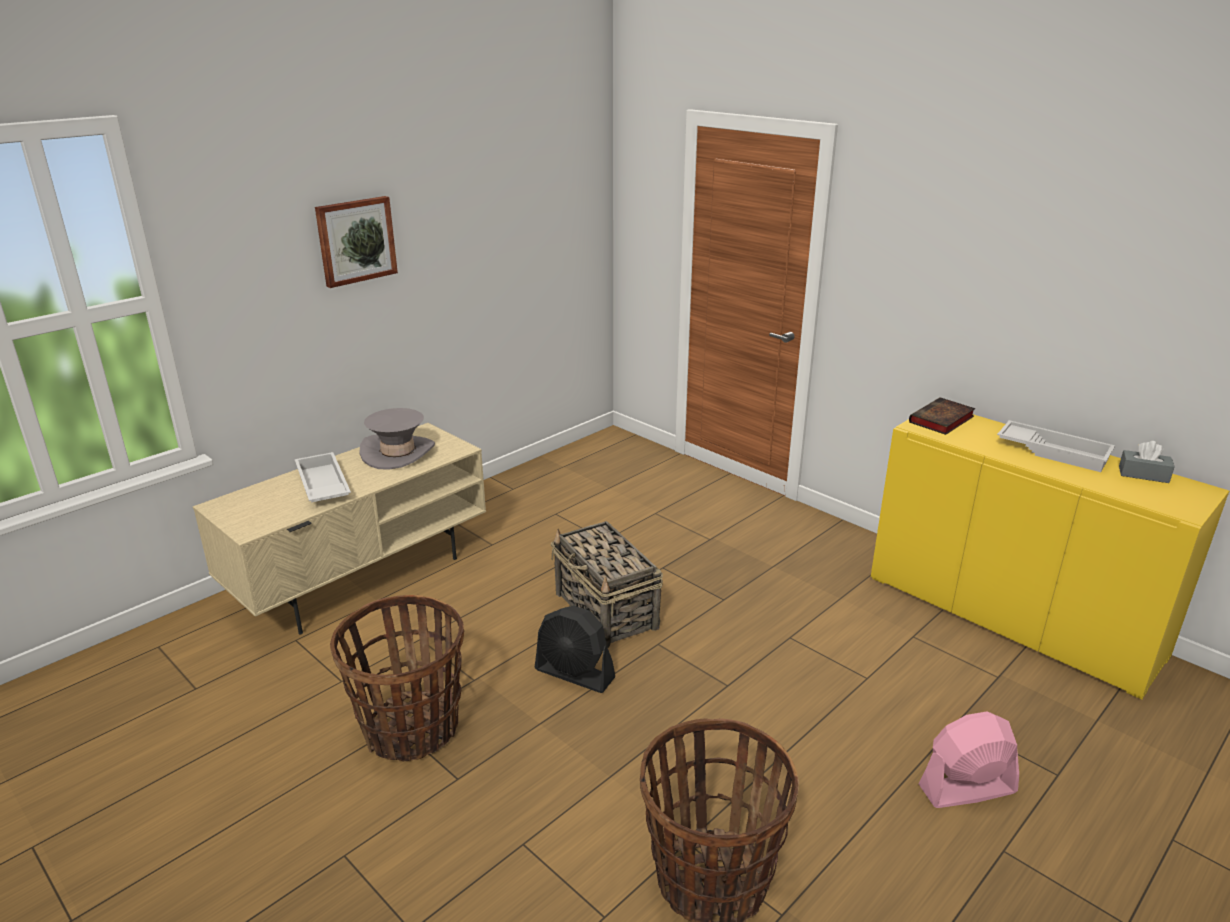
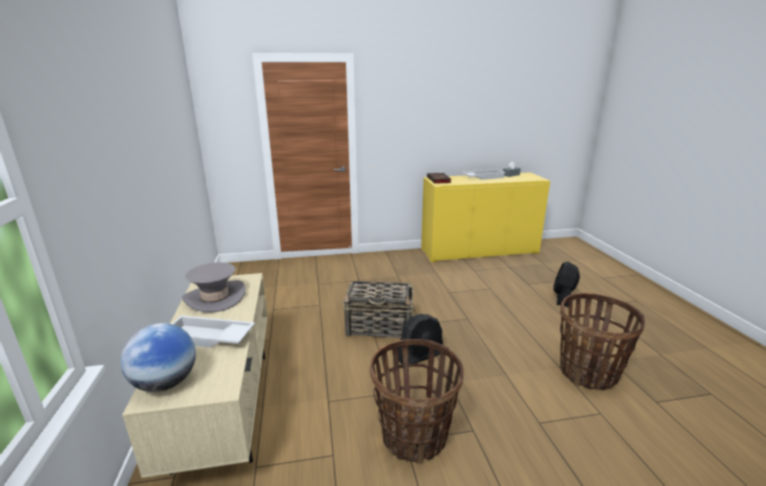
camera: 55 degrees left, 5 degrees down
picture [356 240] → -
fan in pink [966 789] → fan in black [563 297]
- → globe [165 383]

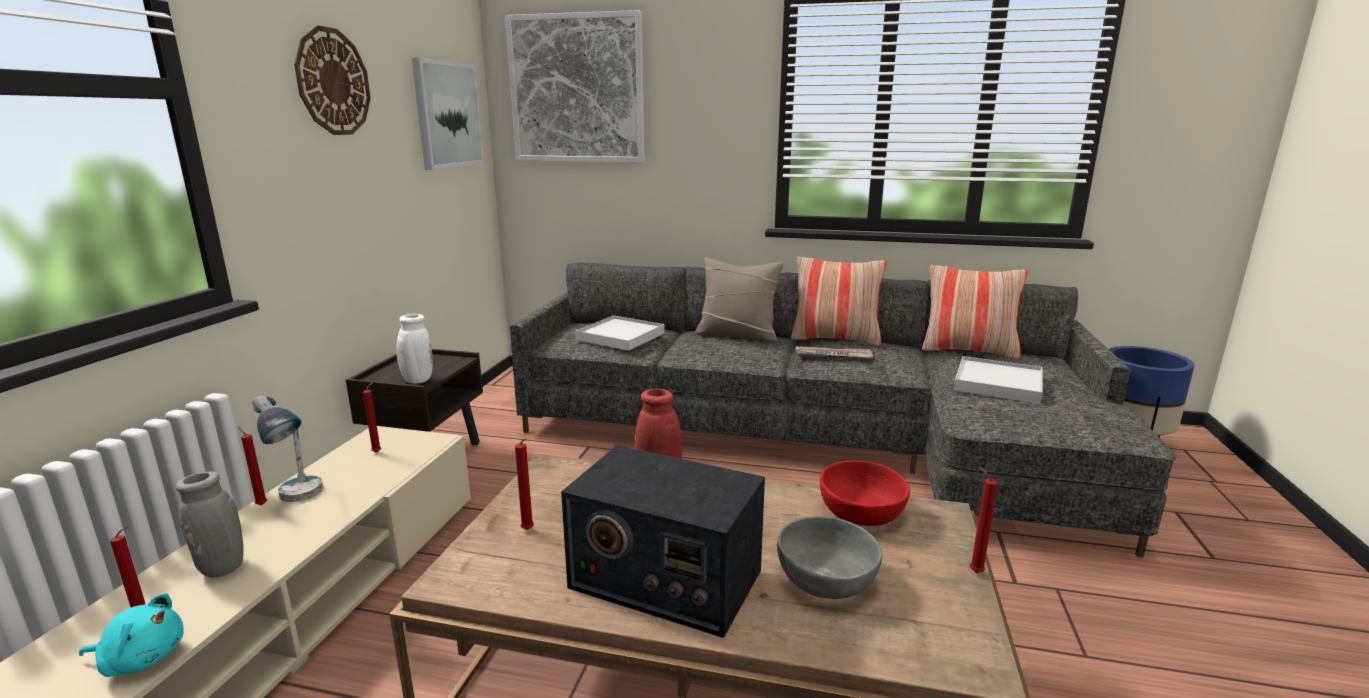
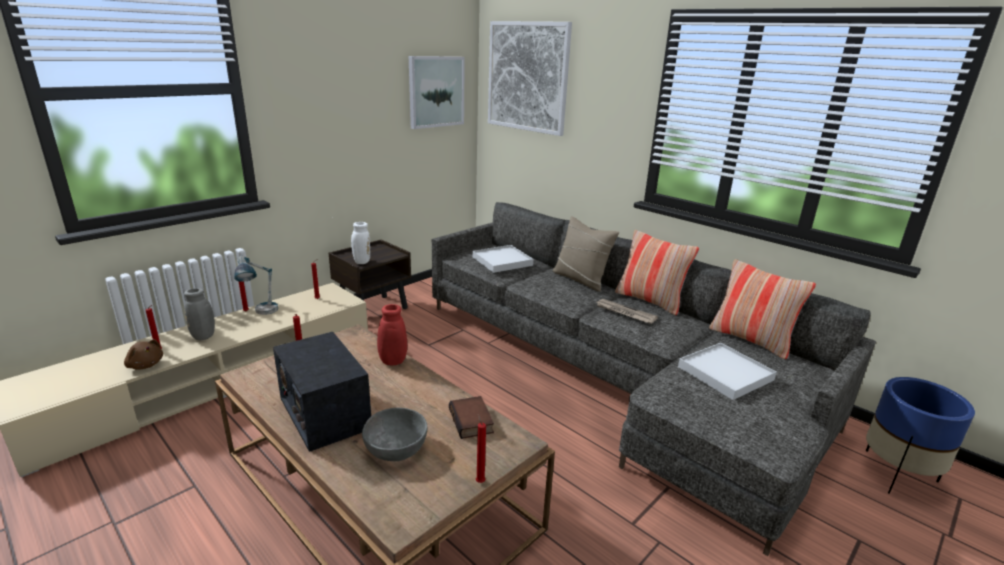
camera: 30 degrees right, 5 degrees up
hanging clock [333 82] → -
deep dish in red-coloured [861 512] → book [472 421]
cuddly toy in blue-green [141 658] → cuddly toy in brown [145 365]

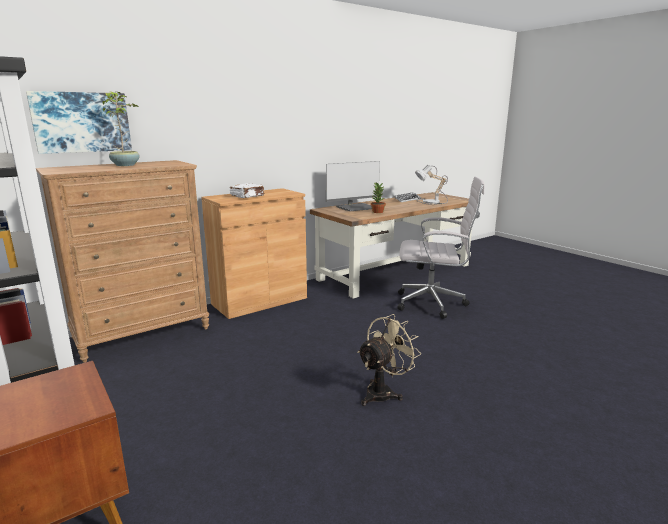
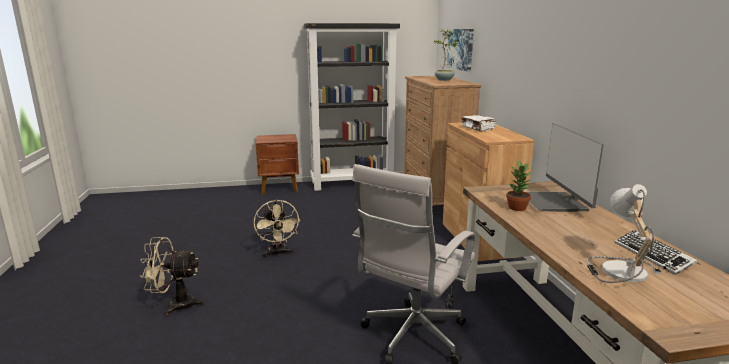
camera: 115 degrees right, 0 degrees up
- → fan in beige [175 305]

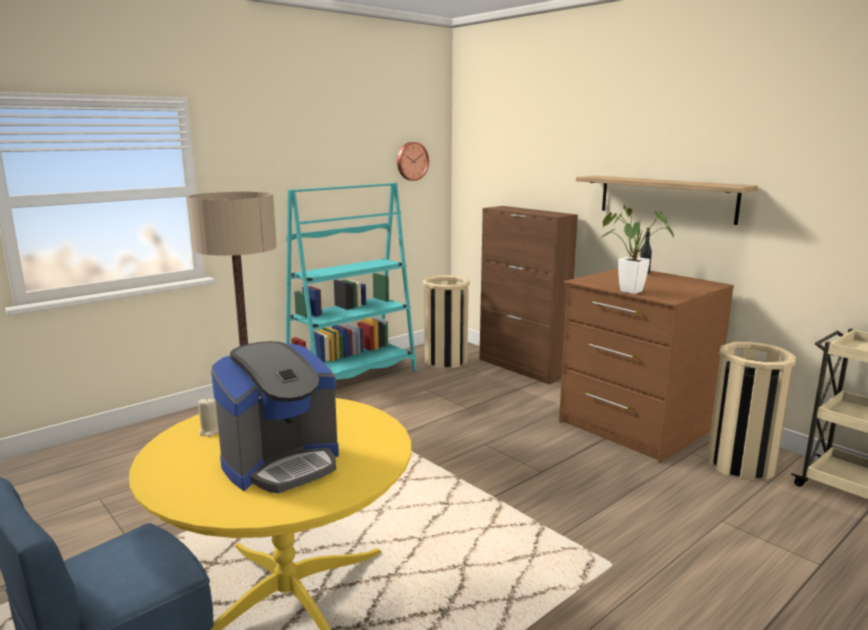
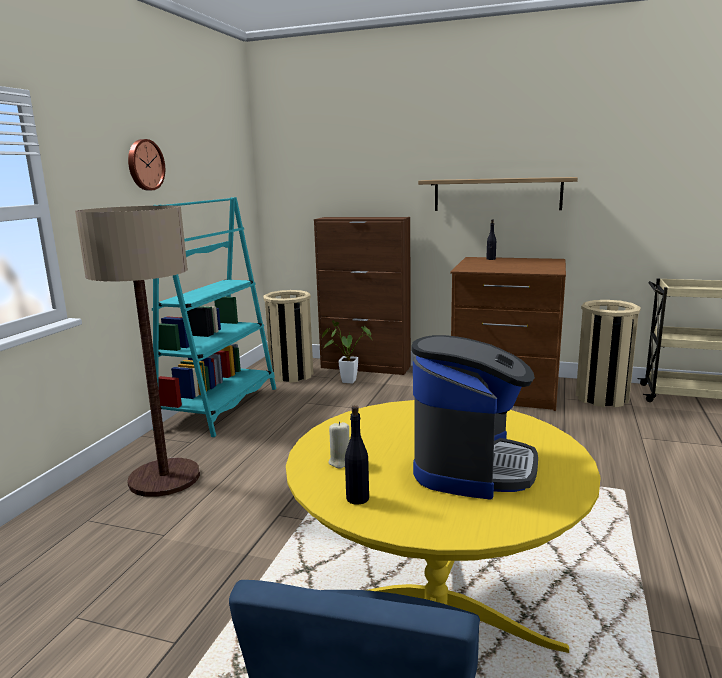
camera: 30 degrees left, 0 degrees up
hanging clock [411 161] → hanging clock [144 165], move
plant in a pot [626 290] → plant in a pot [345 381], move
- → drink bottle in black [358 498]

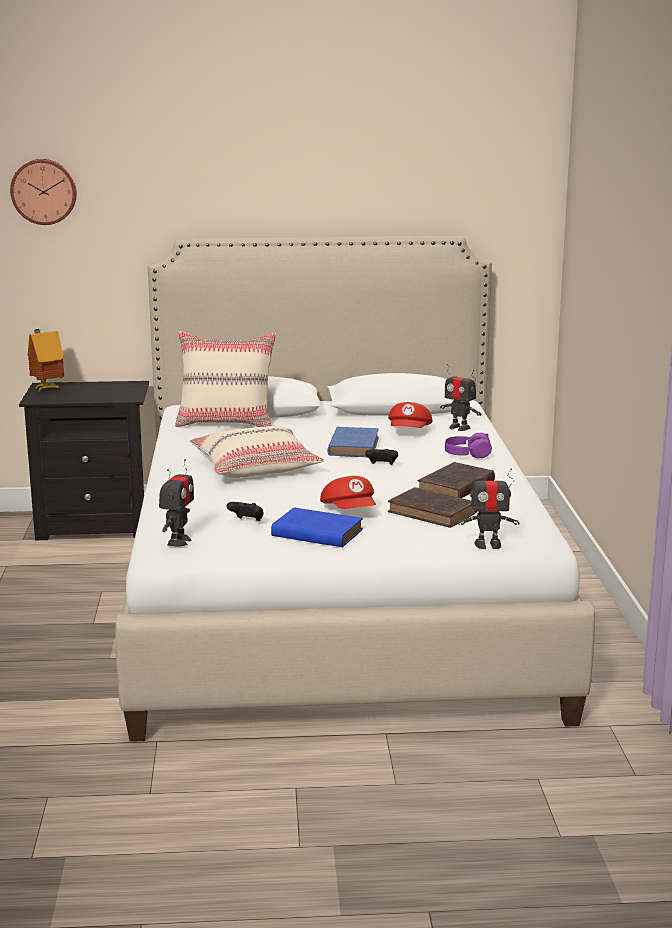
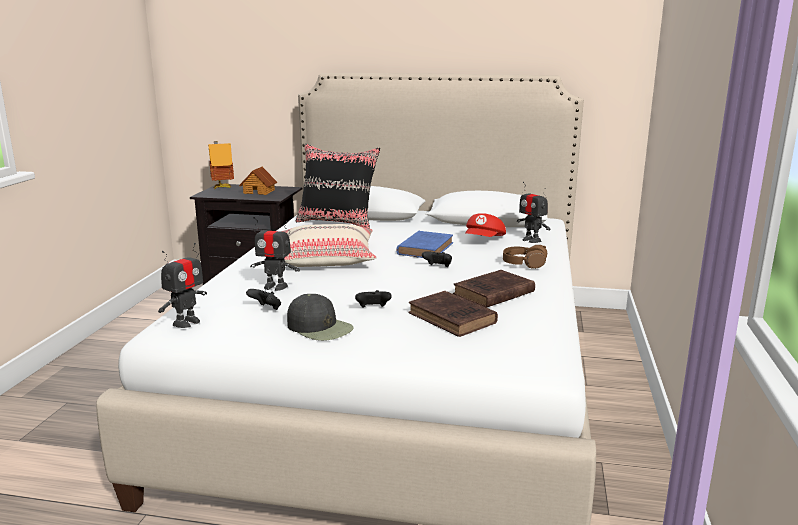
camera: 15 degrees right, 0 degrees up
hanging clock [44 191] → -
pillow in beige [226 423] → pillow in black [337 222]
pair of headphones in purple-coloured [467 454] → pair of headphones in brown [524 264]
robot figure [488 545] → robot figure [275 287], move
baseball cap in red-coloured [350 511] → game controller in black [373 309]
book in blue [315 533] → baseball cap in black [320 327]
- → model house [259 191]

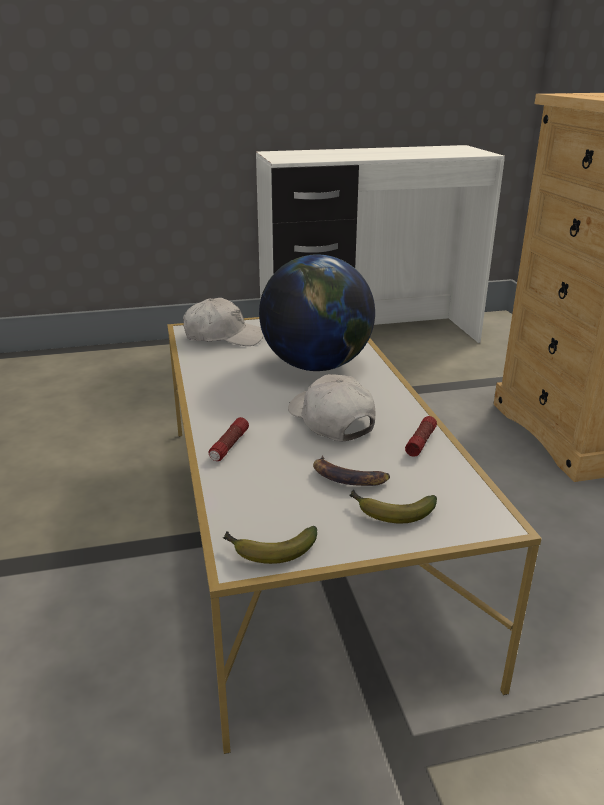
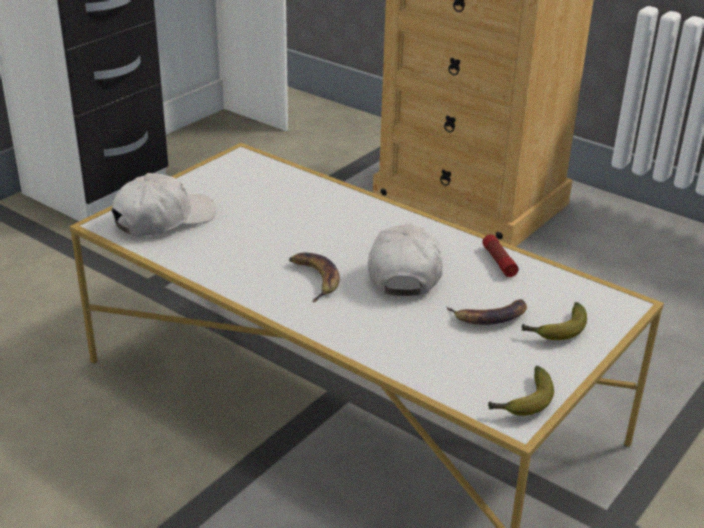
camera: 40 degrees left, 5 degrees up
globe [316 365] → -
baseball cap in whitish [331 420] → baseball cap in whitish [404 271], 75 degrees clockwise
hand torch [229 446] → -
- → whole banana [314 279]

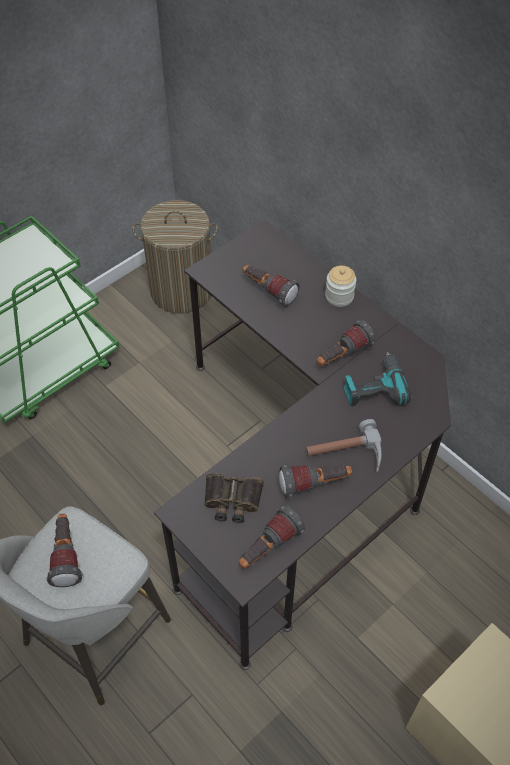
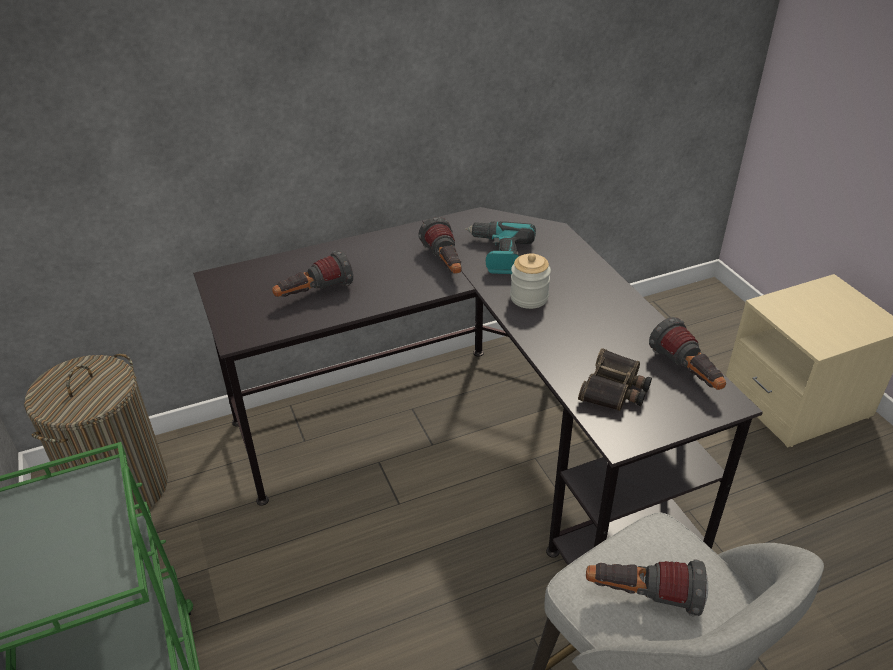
camera: 70 degrees left, 15 degrees down
storage jar [339 296] → storage jar [529 298], move
hand hammer [345 456] → -
hand torch [314 485] → -

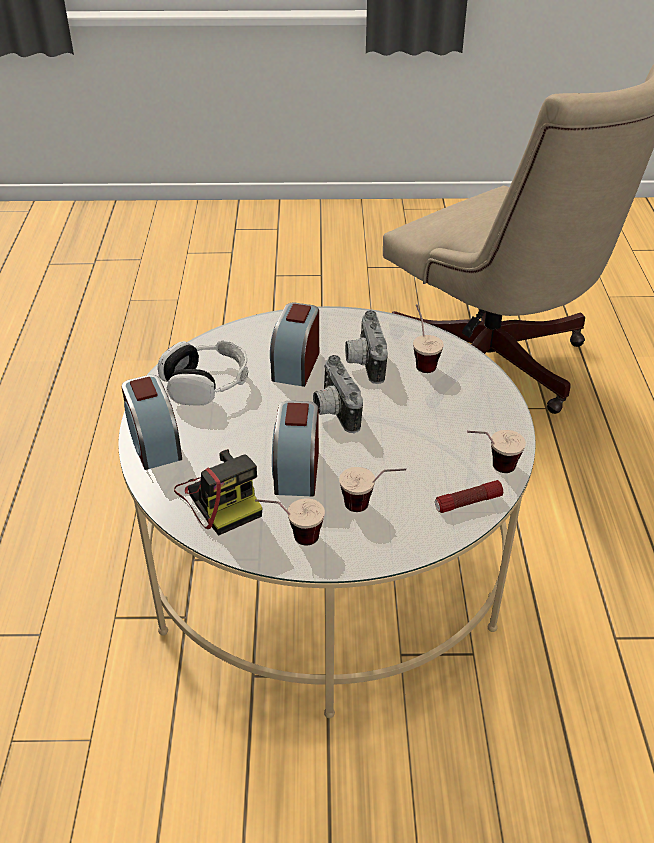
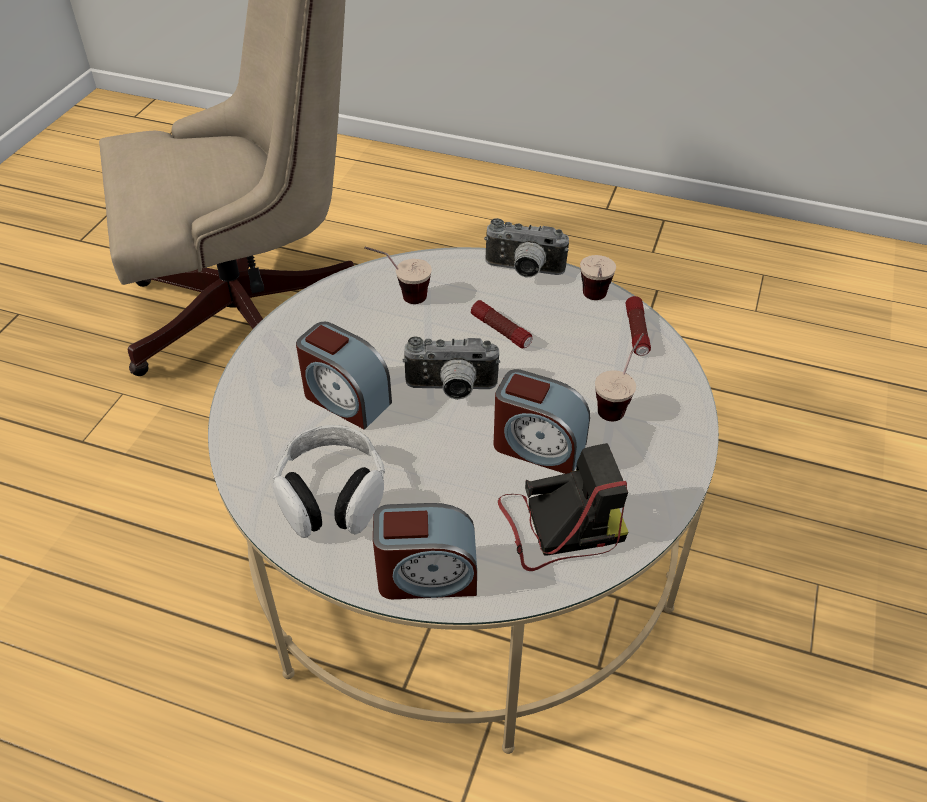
camera: 70 degrees left, 5 degrees up
photo camera [363 363] → photo camera [523 271], move
drinking cup [291 539] → -
- → hand torch [501 331]

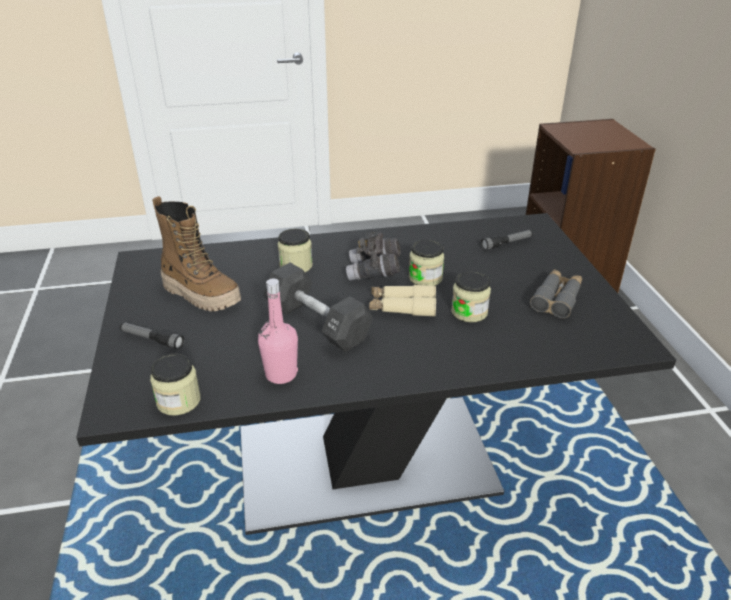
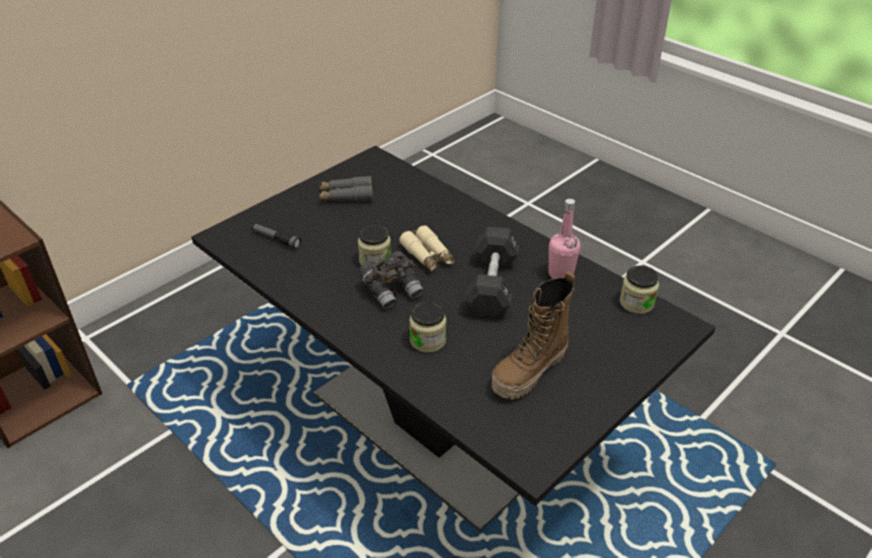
camera: 125 degrees left, 5 degrees up
boot [201 294] → boot [530 372], 135 degrees counterclockwise
storage jar [469 312] → -
hand torch [152 339] → -

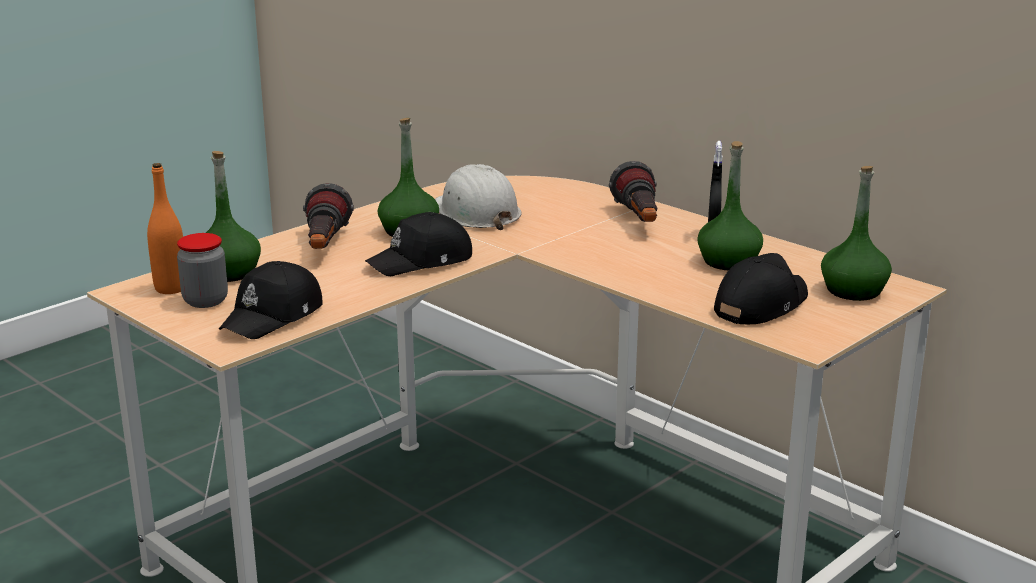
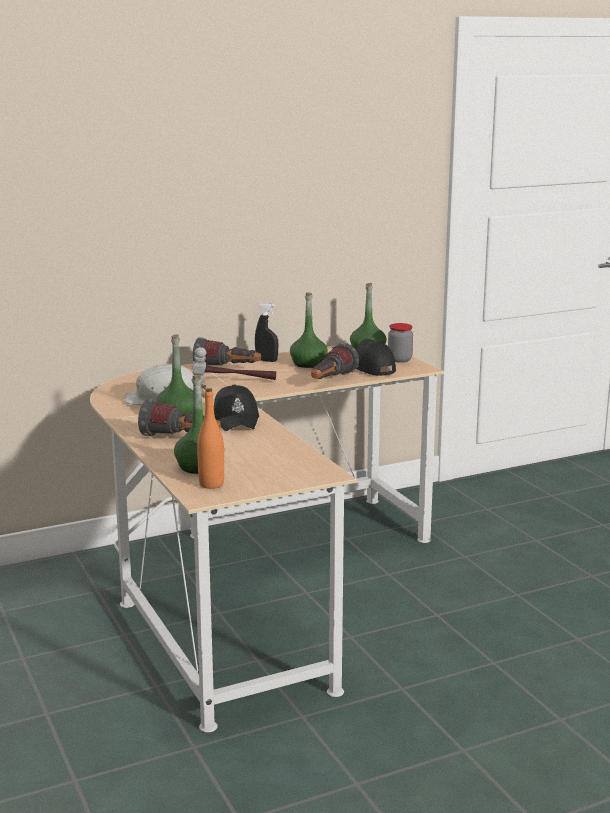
camera: 70 degrees left, 5 degrees down
storage jar [205 301] → storage jar [399 360], move
baseball cap in black [273 316] → -
- → hand torch [330 381]
- → hand hammer [233 382]

